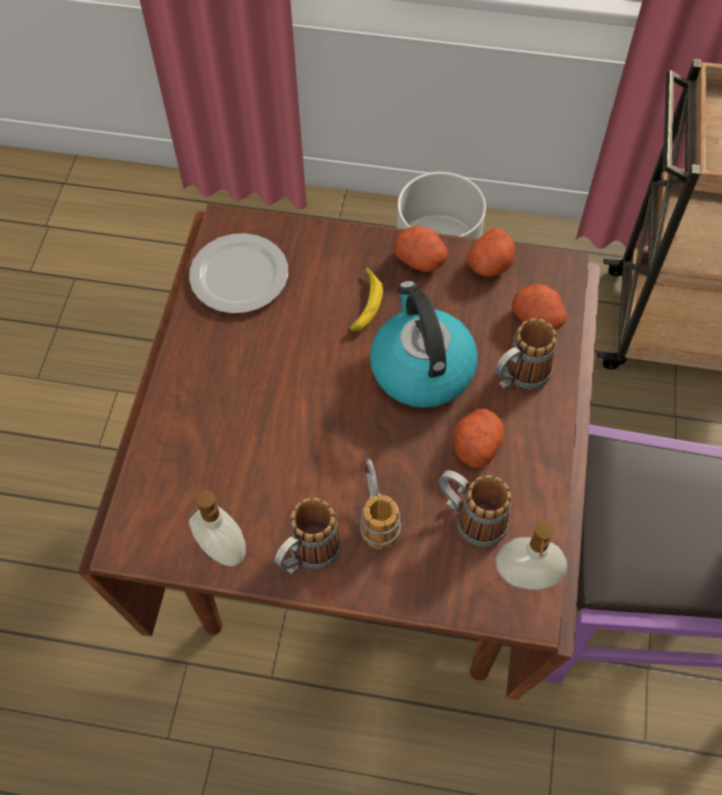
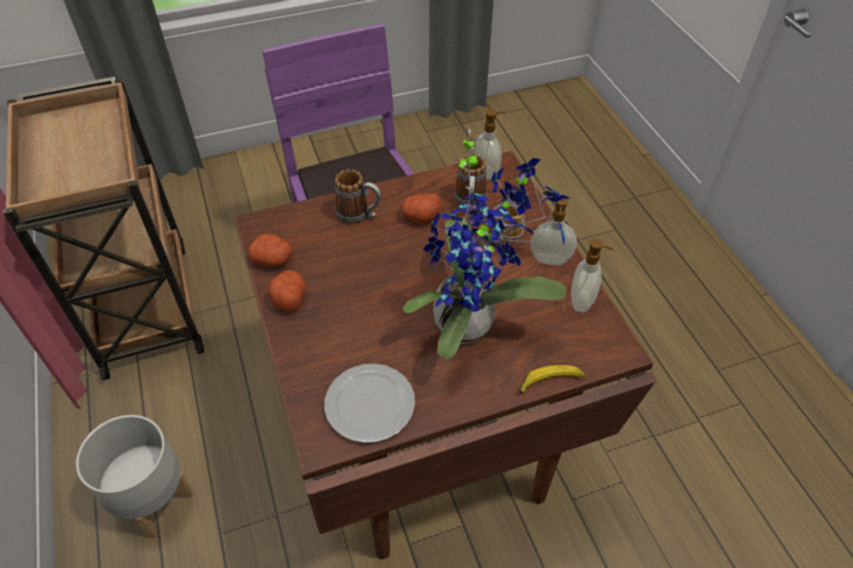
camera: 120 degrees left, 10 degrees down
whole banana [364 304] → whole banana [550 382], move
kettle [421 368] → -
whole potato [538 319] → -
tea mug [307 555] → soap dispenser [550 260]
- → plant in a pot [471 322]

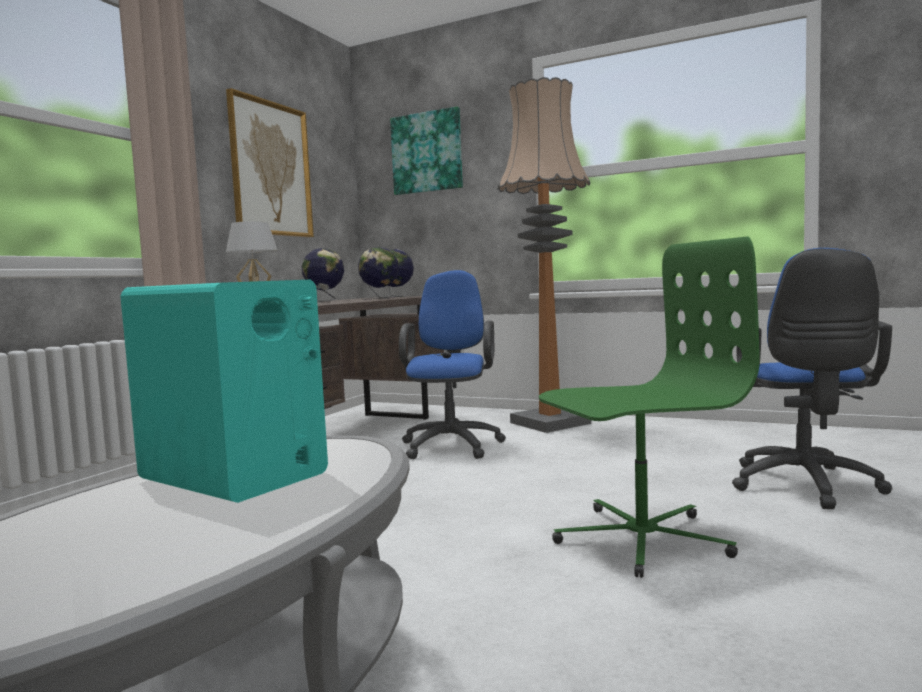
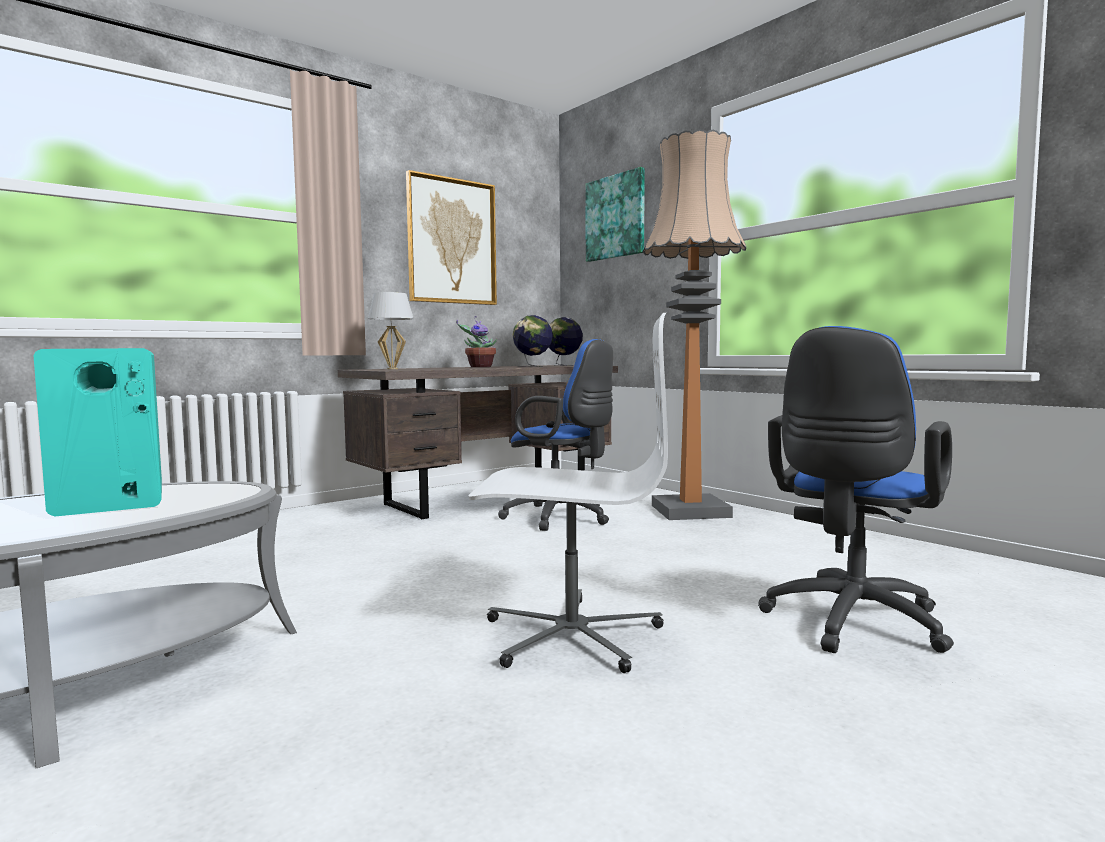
camera: 25 degrees right, 0 degrees up
office chair in green-coloured [640 538] → office chair in whitish [571 634]
globe [325 301] → plant in a pot [479 367]
office chair in blue [452 444] → office chair in blue [562 518], 90 degrees clockwise

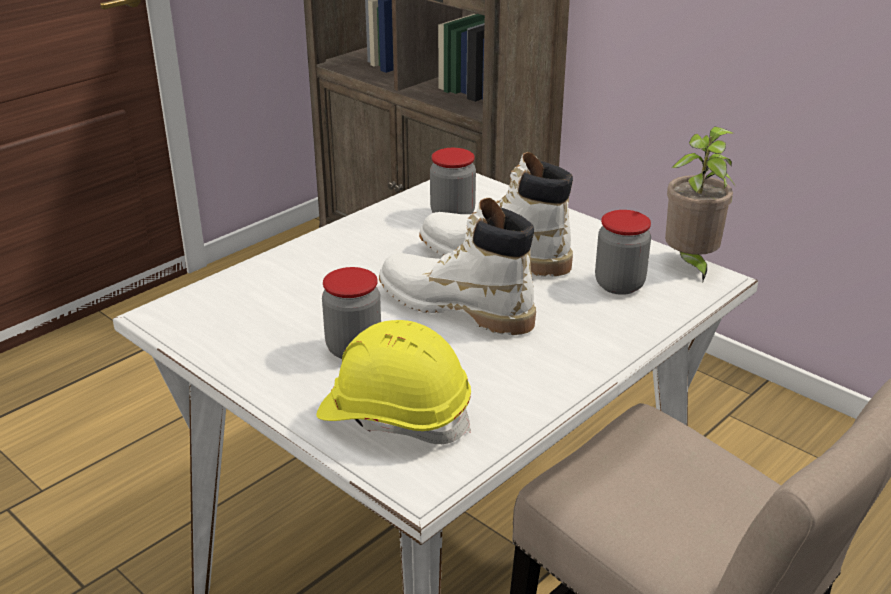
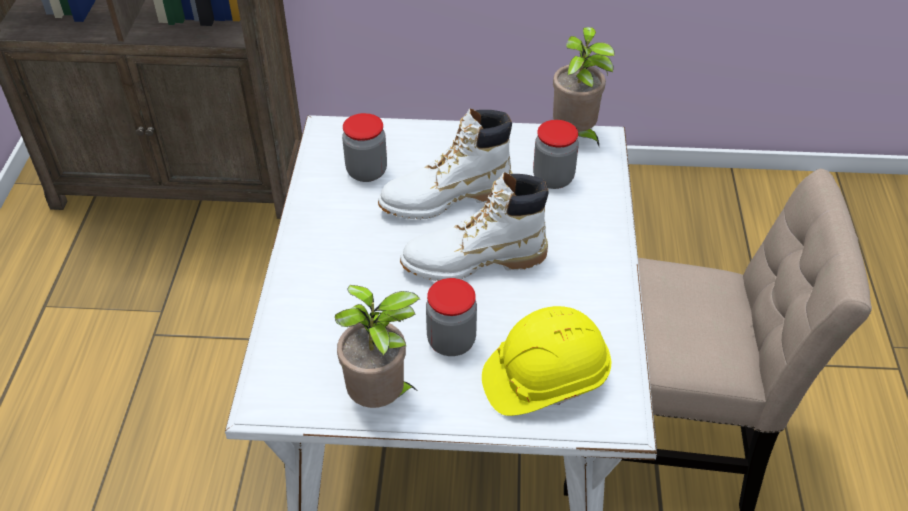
camera: 40 degrees left, 15 degrees up
- → plant in a pot [381 399]

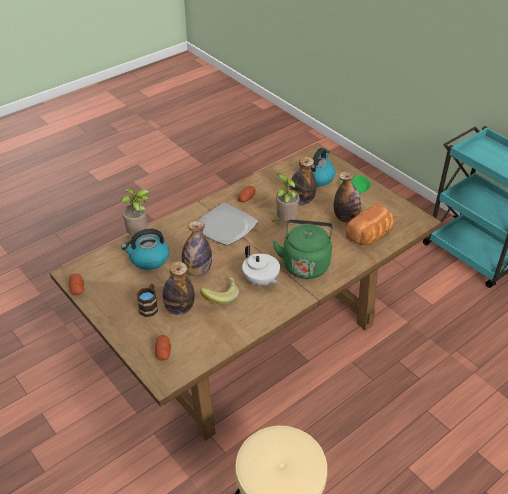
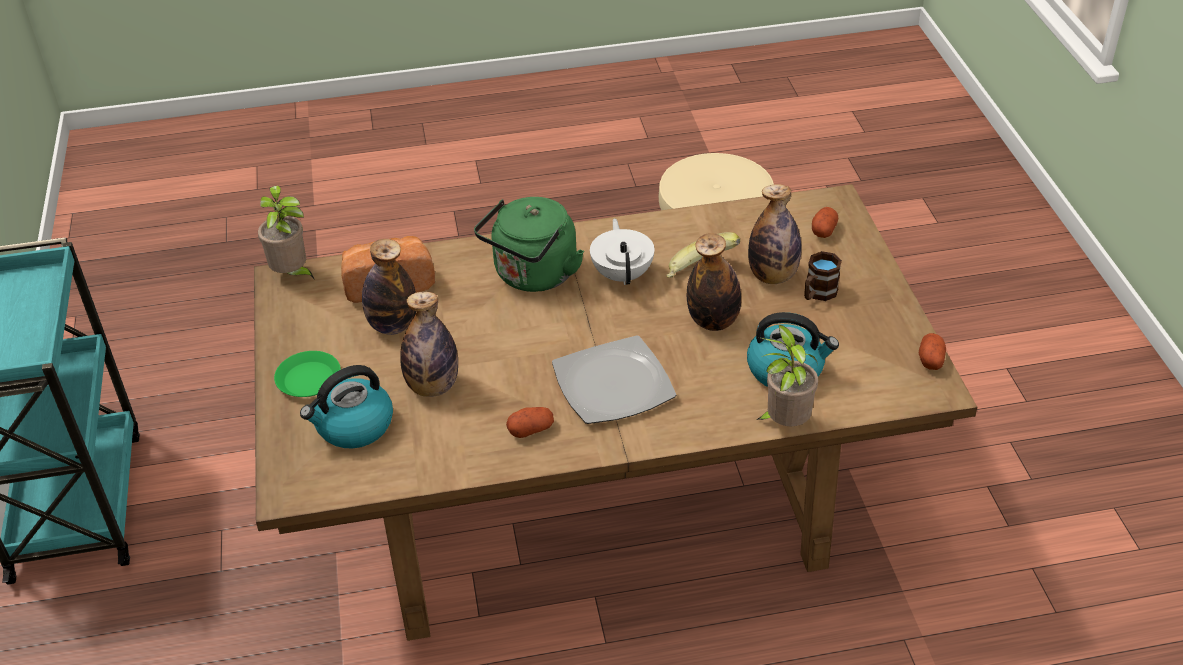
camera: 150 degrees left, 0 degrees up
plant in a pot [285 221] → plant in a pot [292 275], move

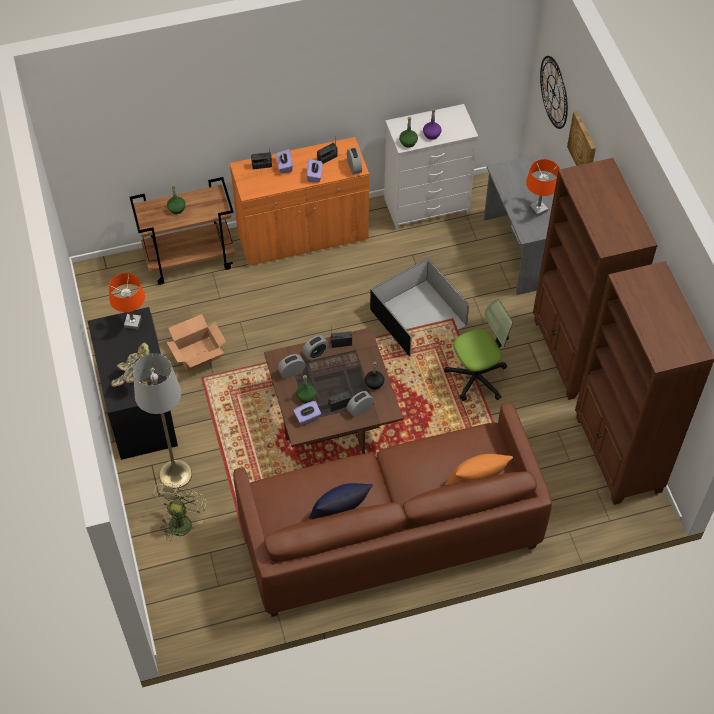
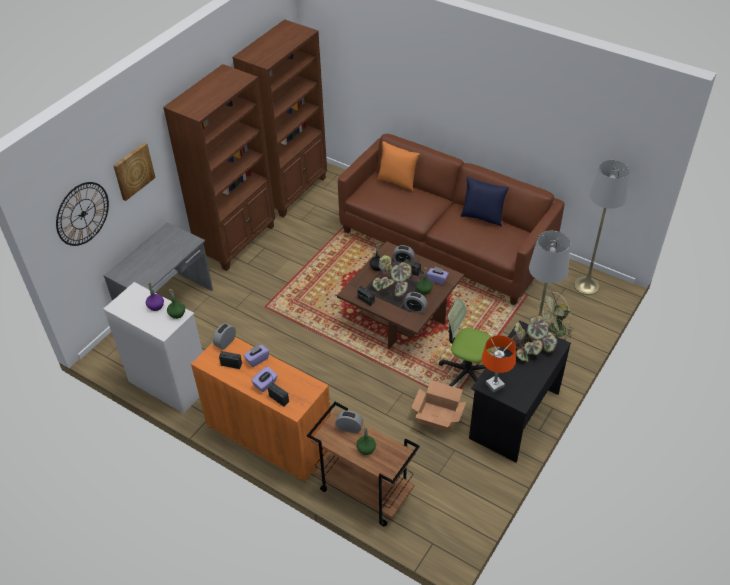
camera: 130 degrees left, 10 degrees down
lamp for a table in orangey [538 209] → -
storage bin in black [417 317] → -
office chair [476 377] → office chair [465 373], move
bedside clock [315 353] → bedside clock [349 428], move
- → standard lamp in greyish [586 286]
- → plant in a pot [393 287]

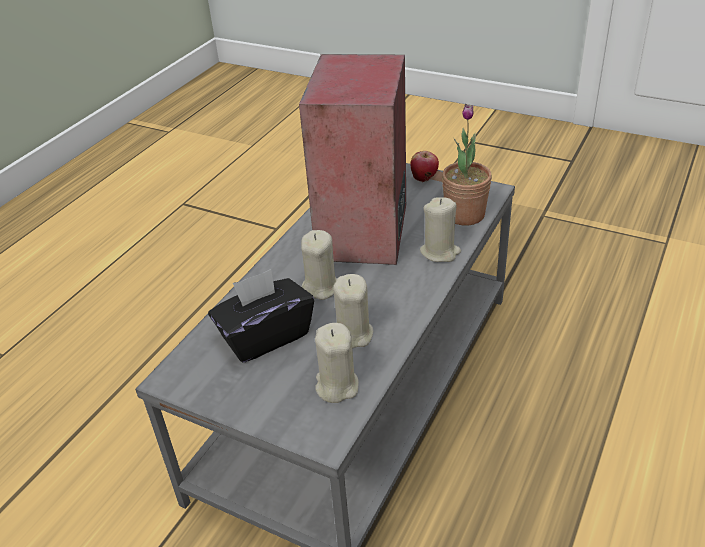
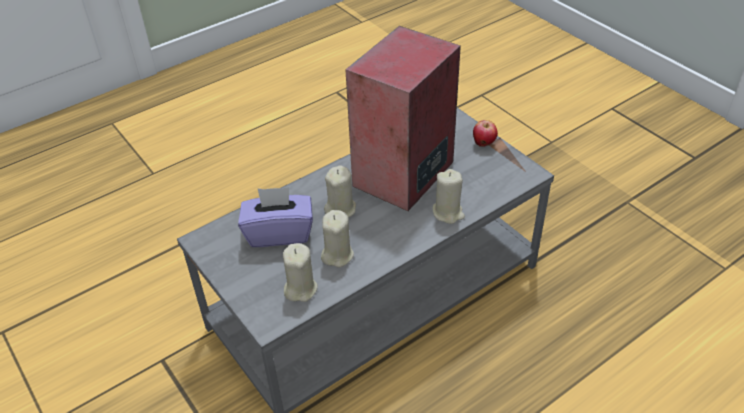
camera: 25 degrees right, 5 degrees up
plant in a pot [464 214] → -
box of tissues in black [265 336] → box of tissues in purple-coloured [279 233]

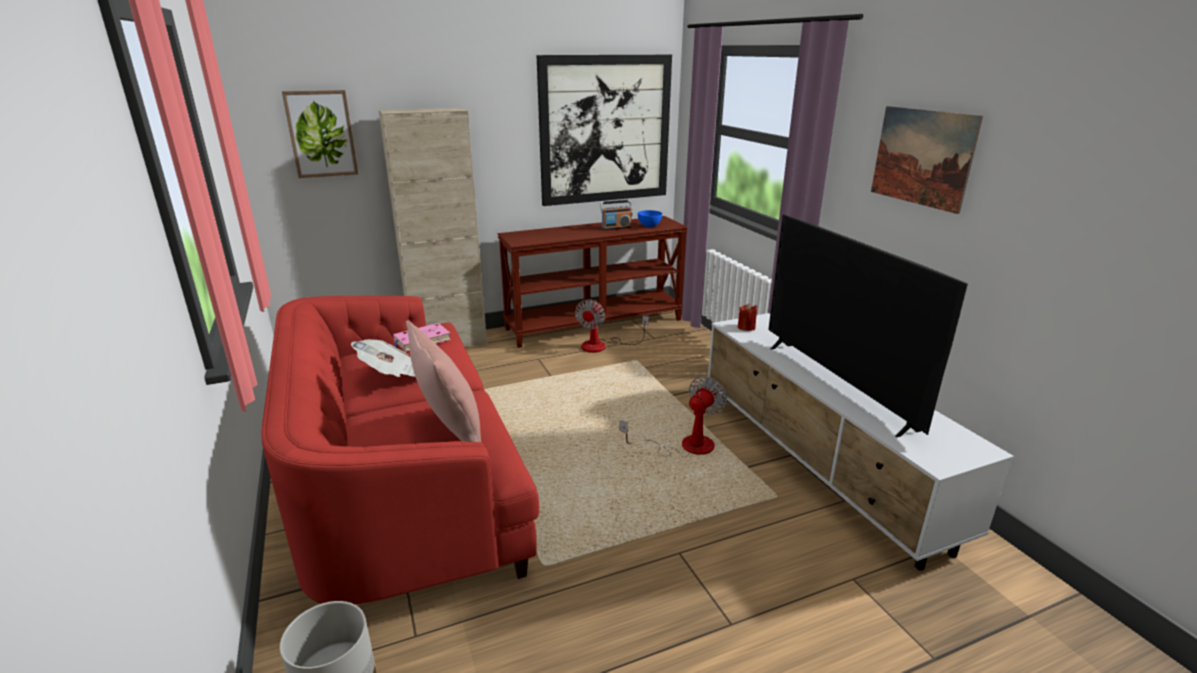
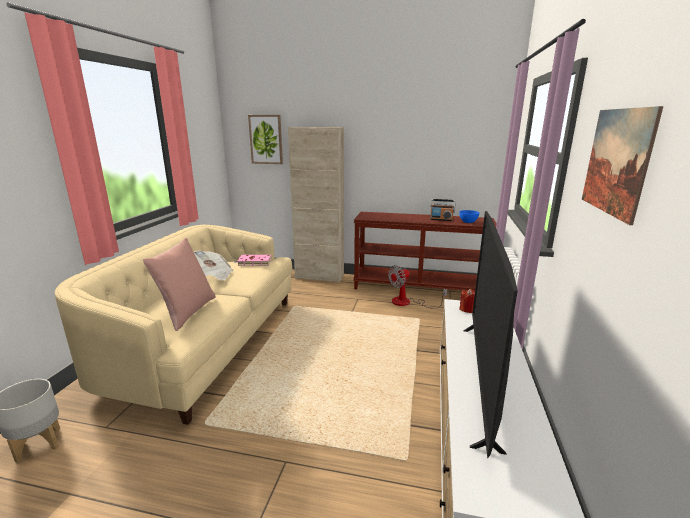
camera: 35 degrees right, 5 degrees down
picture [605 130] → -
sofa in red-coloured [405 484] → sofa in beige [205 344]
fan [685 446] → -

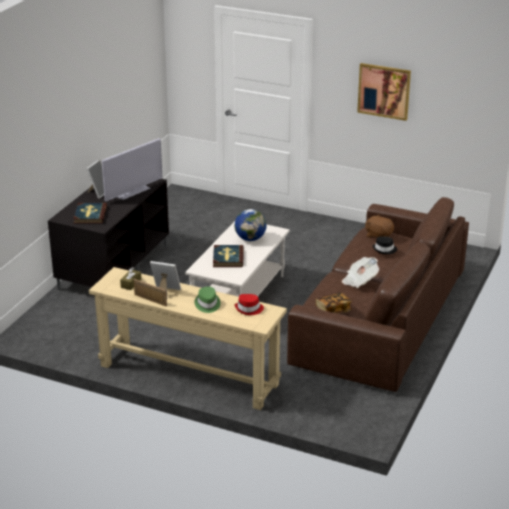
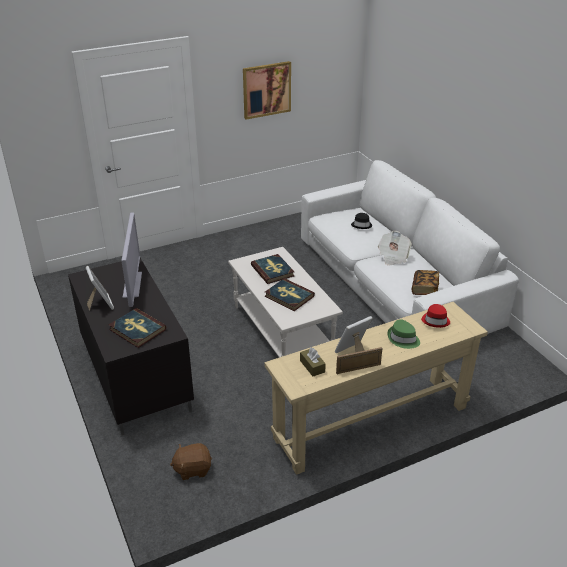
camera: 50 degrees left, 5 degrees up
sofa in brown [379 316] → sofa in whitish [393 282]
globe [250 239] → book [272 270]
cuddly toy in brown [378 236] → cuddly toy in brown [192 469], move

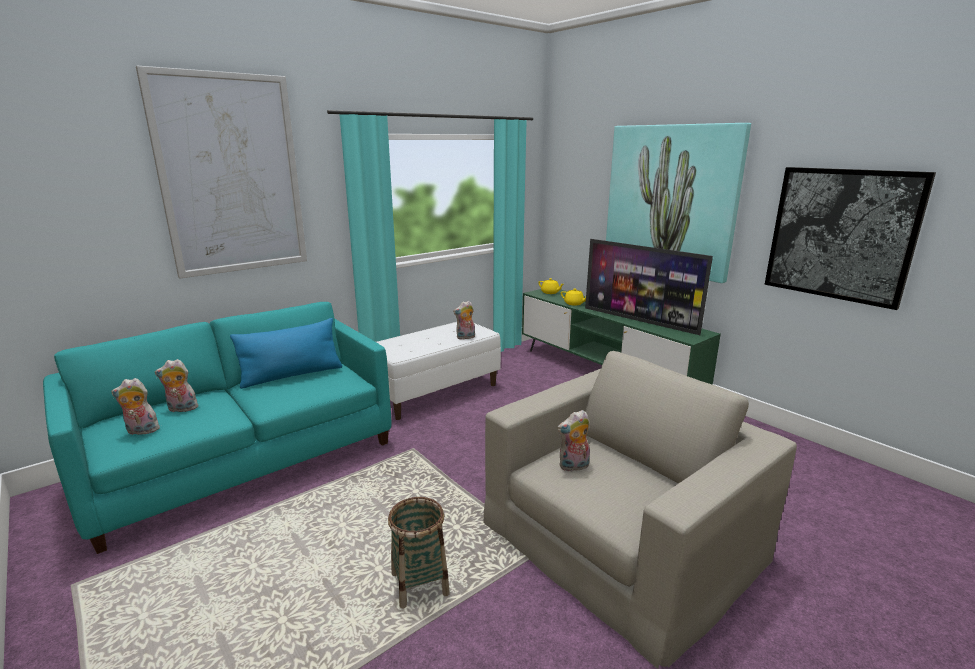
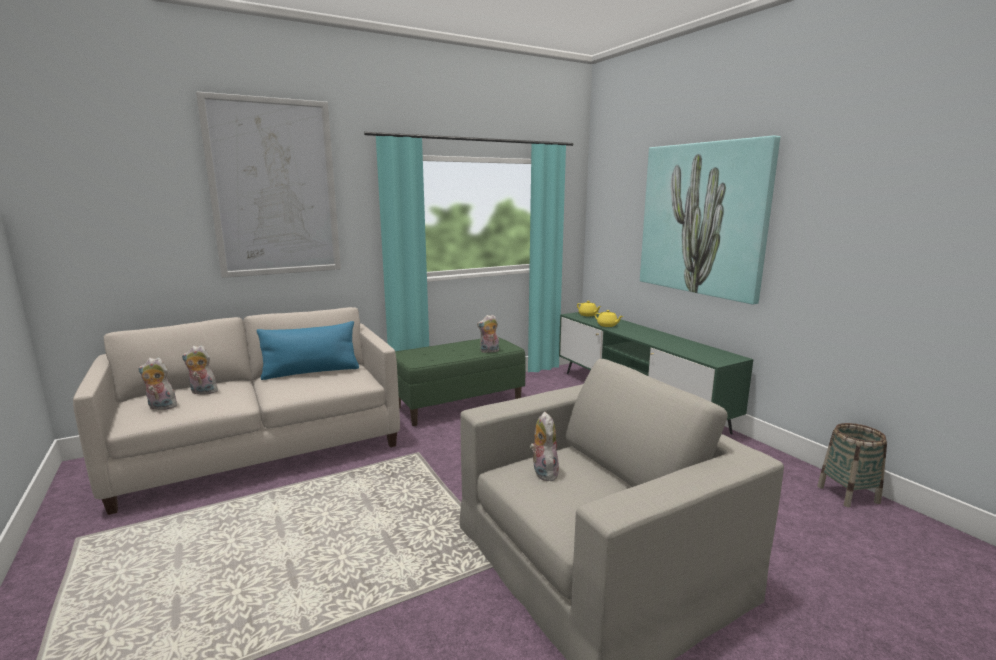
camera: 10 degrees right, 5 degrees down
picture [841 234] → -
television [640 320] → -
sofa in blue-green [244 461] → sofa in beige [262 449]
long seat in whitish [435 392] → long seat in green-coloured [459 404]
cuddly toy [574 467] → cuddly toy [543 472], 90 degrees clockwise
household basket [419 584] → household basket [847 494], move

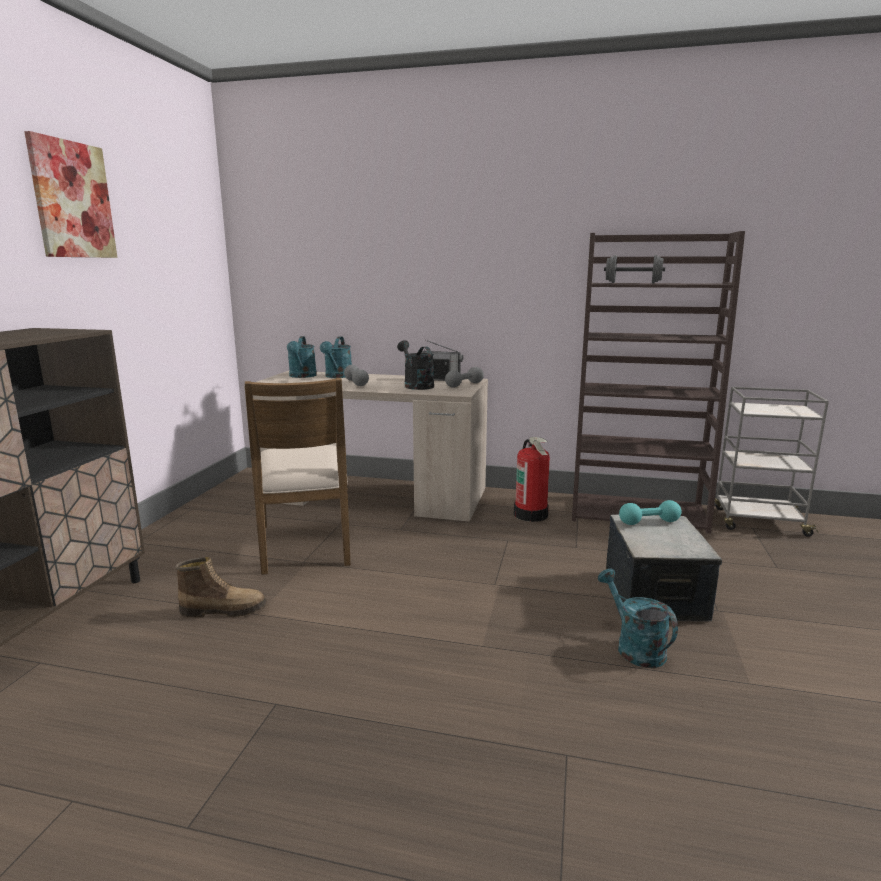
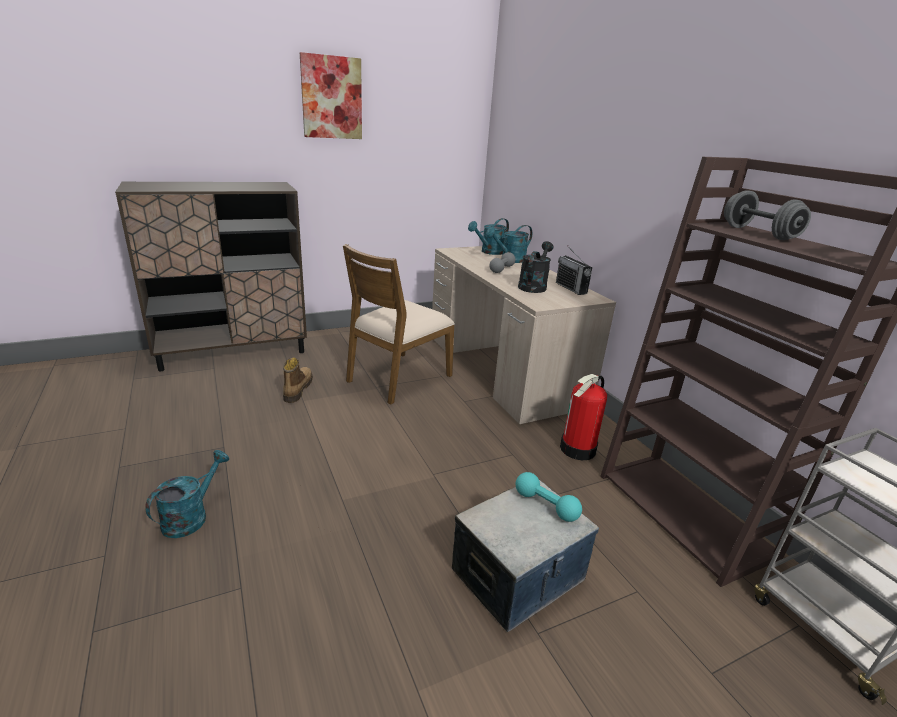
camera: 50 degrees right, 10 degrees up
free weight in greyish [464 385] → -
boot [224 610] → boot [297 389], 135 degrees counterclockwise
watering pot in blue-green [634 647] → watering pot in blue-green [191 516], move

